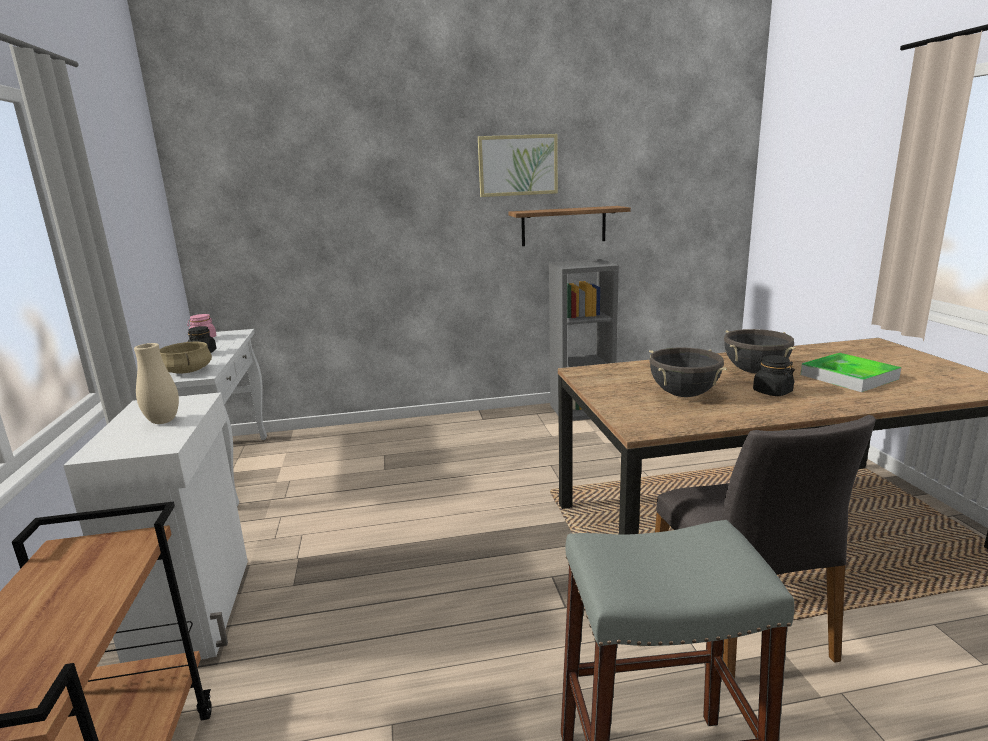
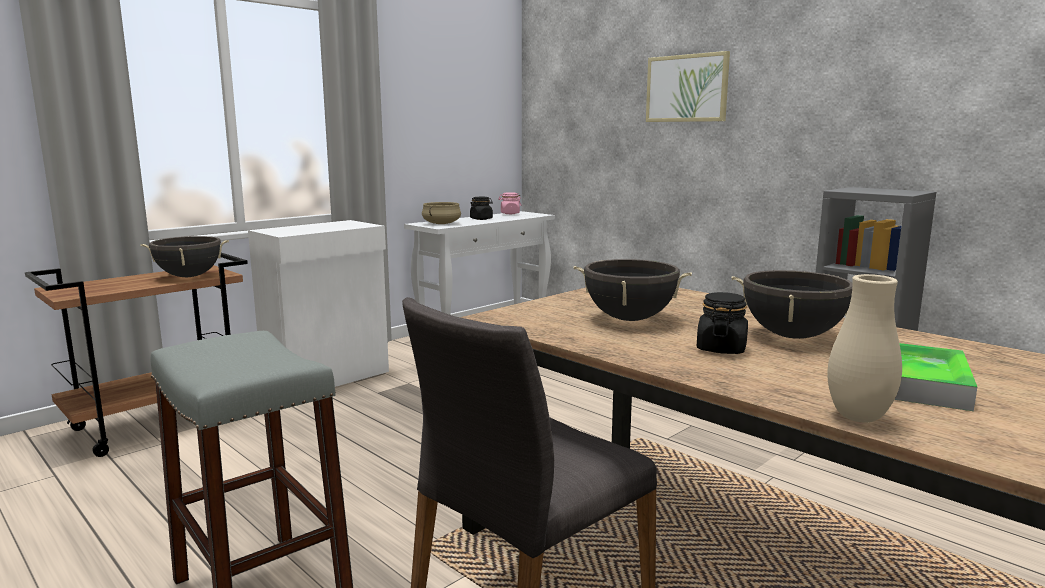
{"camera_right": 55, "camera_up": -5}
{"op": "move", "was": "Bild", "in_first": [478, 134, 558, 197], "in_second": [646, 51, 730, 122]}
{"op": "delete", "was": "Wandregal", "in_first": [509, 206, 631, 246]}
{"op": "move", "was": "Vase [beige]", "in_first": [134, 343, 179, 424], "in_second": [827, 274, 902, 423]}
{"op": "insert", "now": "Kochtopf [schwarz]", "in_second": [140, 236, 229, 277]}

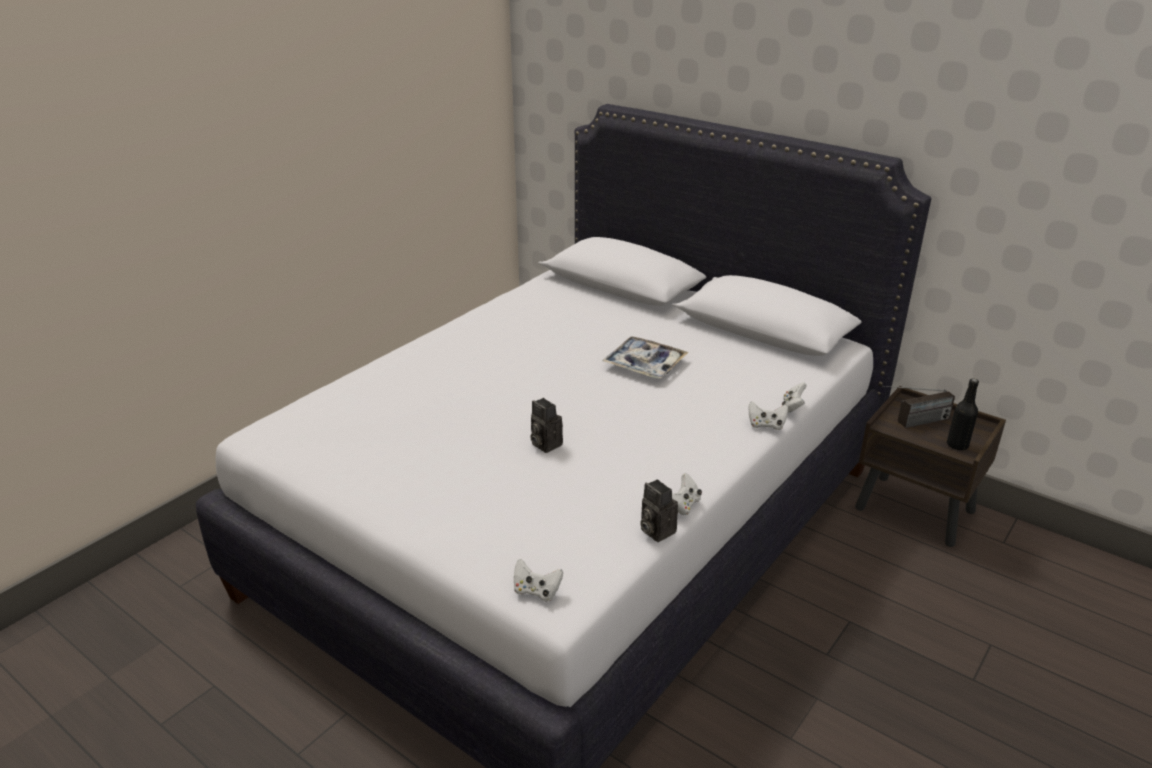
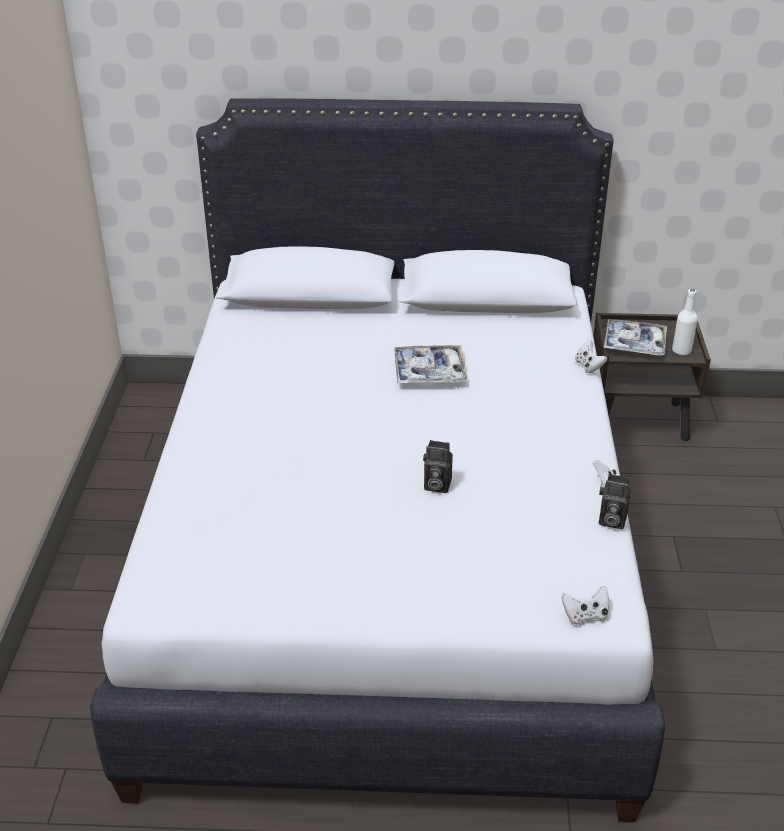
{"camera_right": -35, "camera_up": 5}
{"op": "recolor", "was": "Flasche [schwarz]", "now": "Flasche [weiß]", "in_first": [947, 378, 979, 450], "in_second": [672, 289, 698, 355]}
{"op": "replace", "was": "Radio", "now": "Tablett", "in_first": [882, 386, 955, 428], "in_second": [603, 319, 667, 356]}
{"op": "delete", "was": "Gamepad [weiß]", "in_first": [748, 401, 788, 430]}

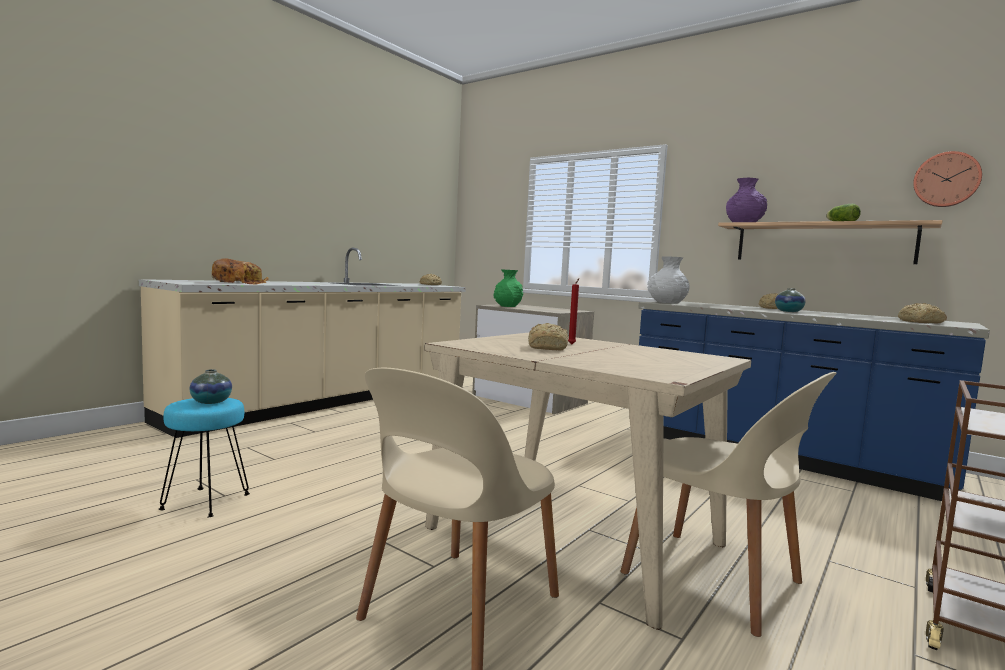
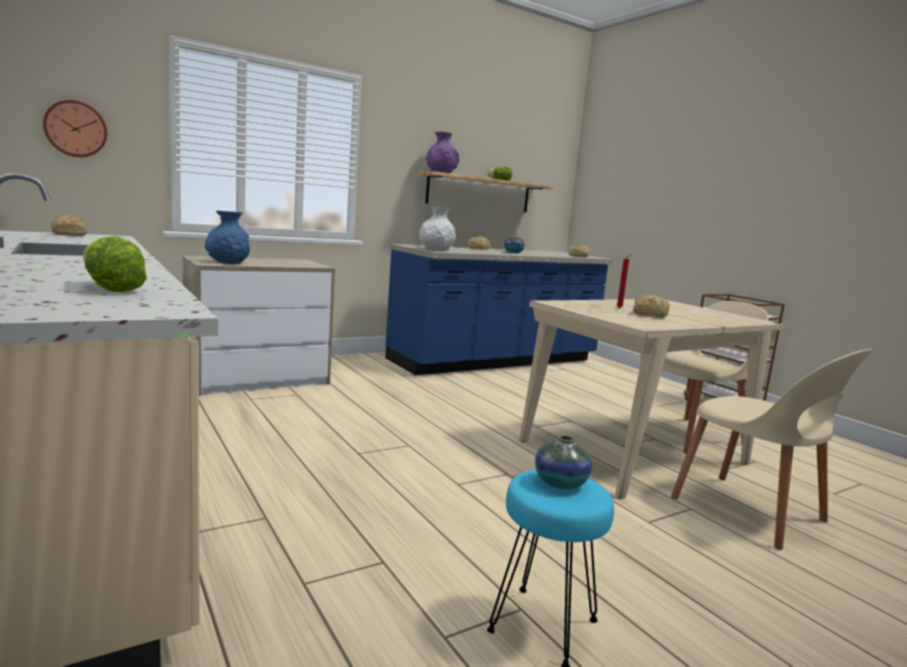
{"camera_right": -70, "camera_up": 5}
{"op": "move", "was": "Wanduhr", "in_first": [913, 151, 982, 207], "in_second": [43, 100, 107, 157]}
{"op": "replace", "was": "Brot", "now": "Salatkopf", "in_first": [212, 258, 269, 285], "in_second": [83, 236, 147, 292]}
{"op": "recolor", "was": "Vase [grün]", "now": "Vase [blau]", "in_first": [493, 269, 523, 307], "in_second": [205, 211, 250, 264]}

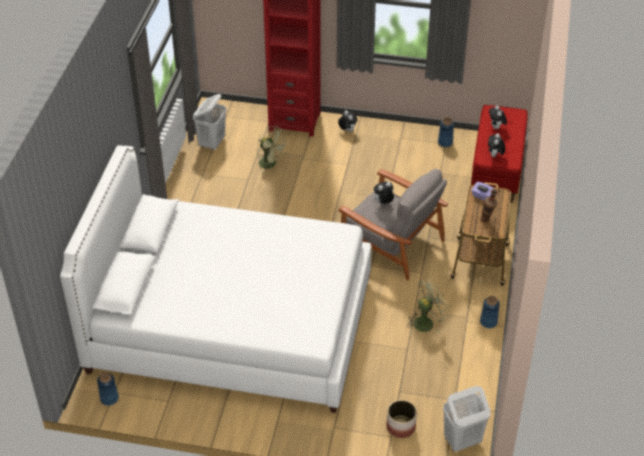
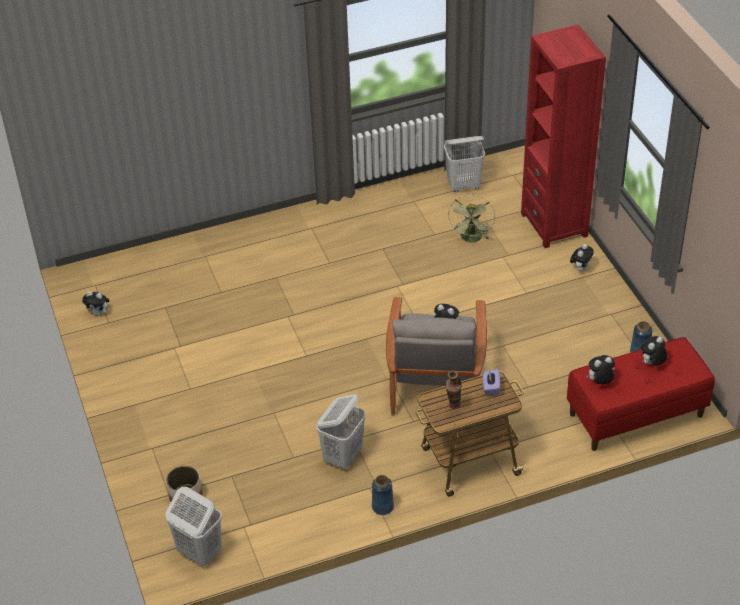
{"camera_right": 60, "camera_up": 0}
{"op": "delete", "was": "Bett [weiß]", "in_first": [60, 145, 372, 413]}
{"op": "replace", "was": "Ventilator [grün]", "now": "Wäschekorb [weiß]", "in_first": [407, 279, 450, 333], "in_second": [317, 394, 365, 469]}
{"op": "delete", "was": "Vase [blau]", "in_first": [97, 372, 119, 406]}
{"op": "insert", "now": "Plüschtier", "in_second": [82, 291, 110, 316]}

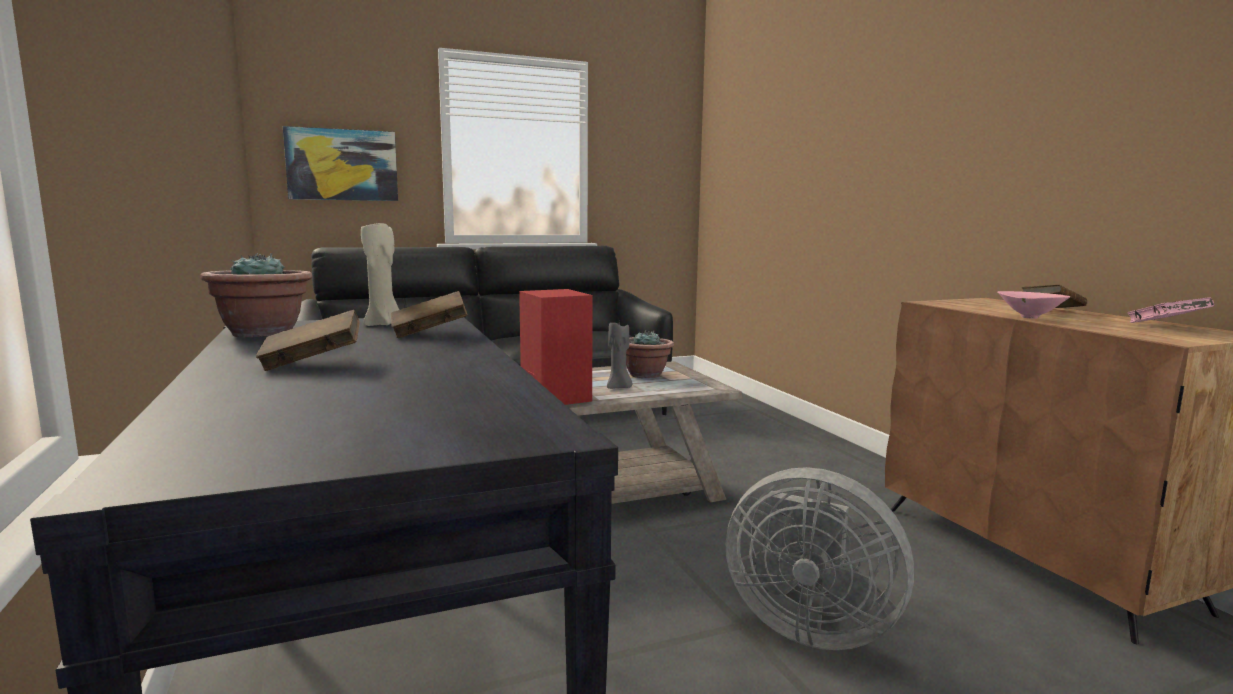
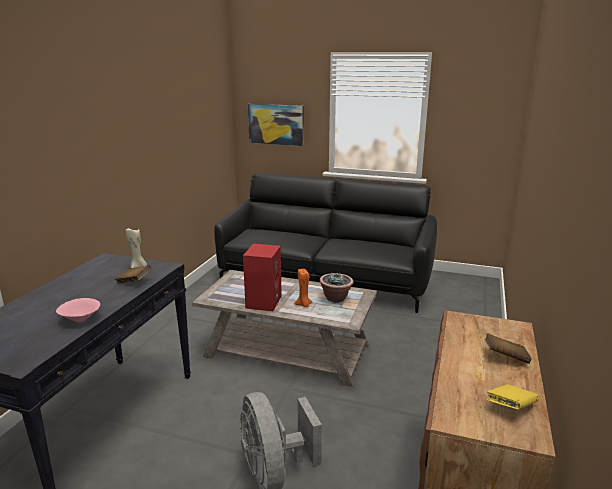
{"camera_right": 40, "camera_up": 10}
{"op": "delete", "was": "Topfpflanze", "in_first": [200, 253, 312, 338]}
{"op": "move", "was": "Schüssel [rosa]", "in_first": [997, 291, 1070, 319], "in_second": [56, 298, 100, 322]}
{"op": "recolor", "was": "Buch [rosa]", "now": "Buch [gelb]", "in_first": [1127, 297, 1214, 323], "in_second": [487, 384, 539, 409]}
{"op": "delete", "was": "Buch [braun]", "in_first": [256, 310, 360, 371]}
{"op": "recolor", "was": "Kerze [grau]", "now": "Kerze [orange]", "in_first": [607, 323, 632, 389], "in_second": [294, 269, 312, 307]}

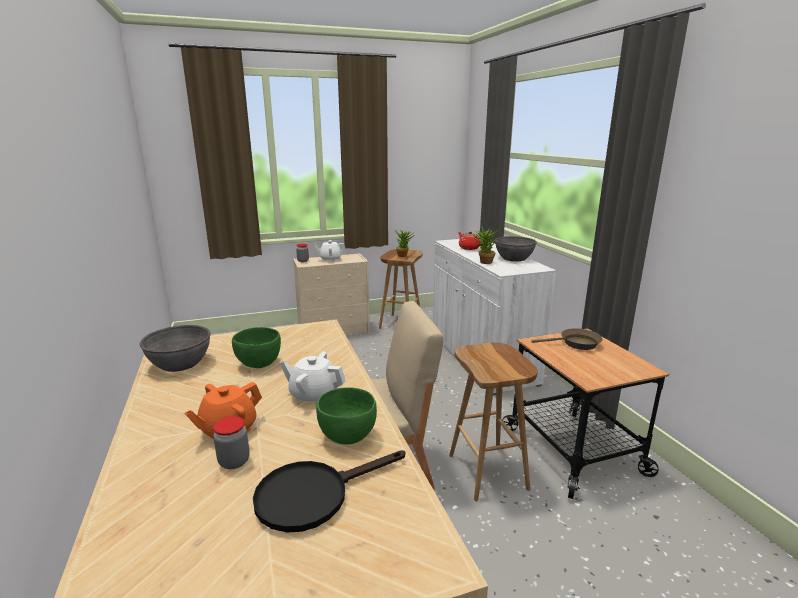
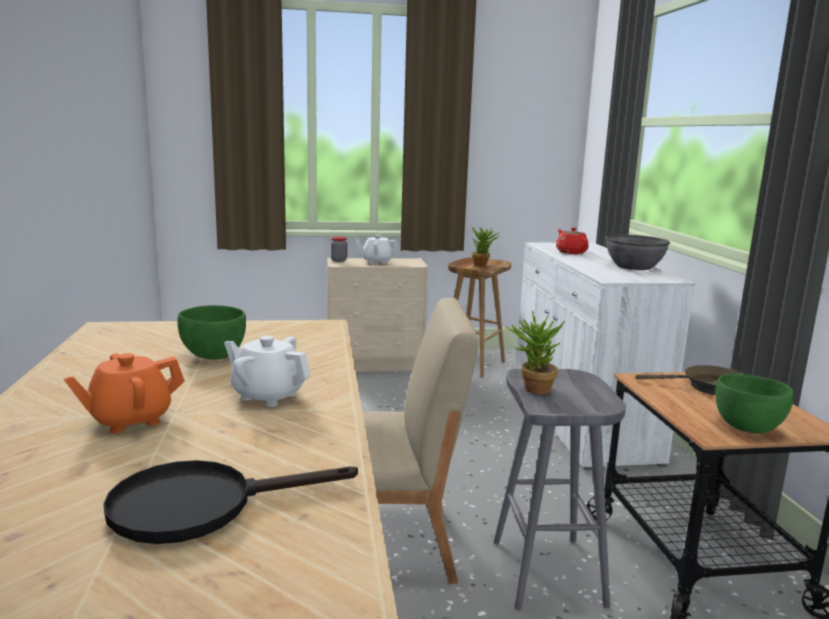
{"camera_right": 10, "camera_up": -5}
{"op": "move", "was": "Topfpflanze", "in_first": [472, 228, 498, 264], "in_second": [505, 310, 565, 394]}
{"op": "delete", "was": "Schüssel [grau]", "in_first": [140, 325, 211, 372]}
{"op": "recolor", "was": "Hocker [braun]", "now": "Hocker [grau]", "in_first": [449, 342, 538, 501], "in_second": [494, 369, 626, 611]}
{"op": "move", "was": "Schüssel [grün]", "in_first": [316, 387, 377, 445], "in_second": [716, 374, 793, 433]}
{"op": "delete", "was": "Vorratsglas", "in_first": [213, 416, 249, 469]}

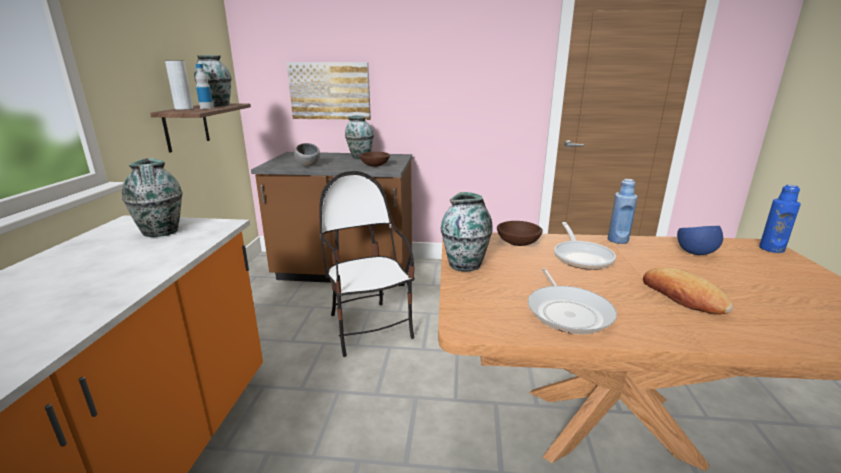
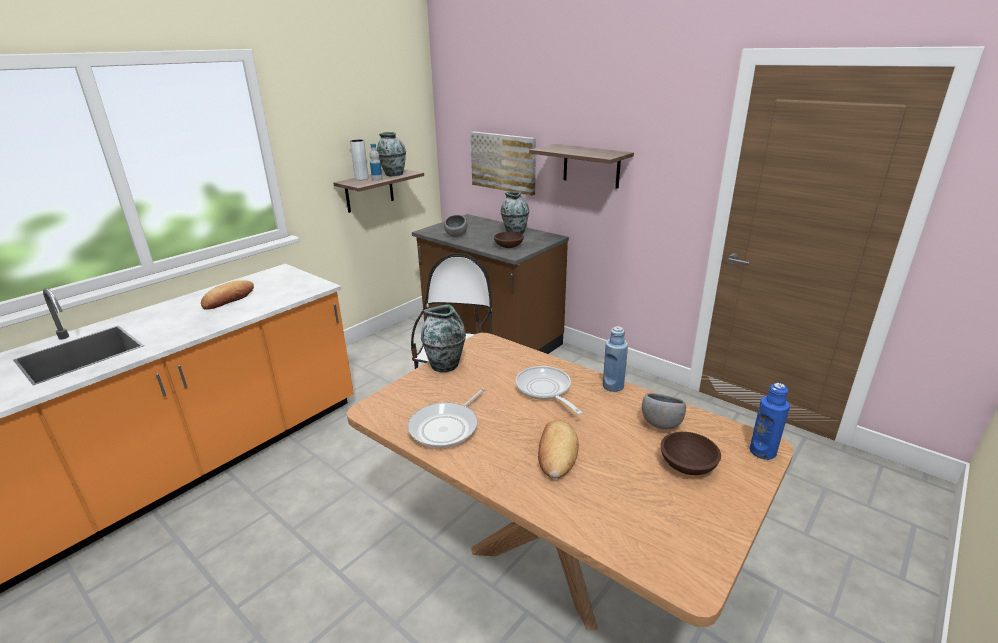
{"camera_right": 35, "camera_up": 5}
{"op": "delete", "was": "Vase", "in_first": [122, 158, 182, 237]}
{"op": "move", "was": "Schüssel [braun]", "in_first": [497, 221, 543, 246], "in_second": [660, 432, 721, 475]}
{"op": "rotate", "was": "Pfanne", "in_first": [554, 222, 616, 270], "in_second": [516, 366, 582, 415], "clockwise": 120}
{"op": "recolor", "was": "Schüssel [blau]", "now": "Schüssel [grau]", "in_first": [677, 226, 723, 255], "in_second": [642, 393, 686, 429]}
{"op": "insert", "now": "Wandregal", "in_second": [529, 144, 634, 189]}
{"op": "insert", "now": "Brot", "in_second": [201, 280, 254, 310]}

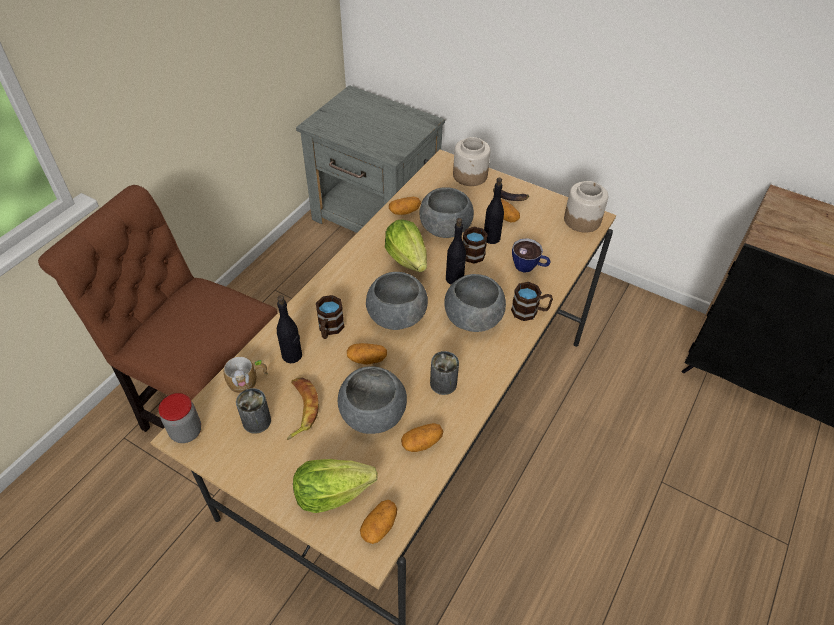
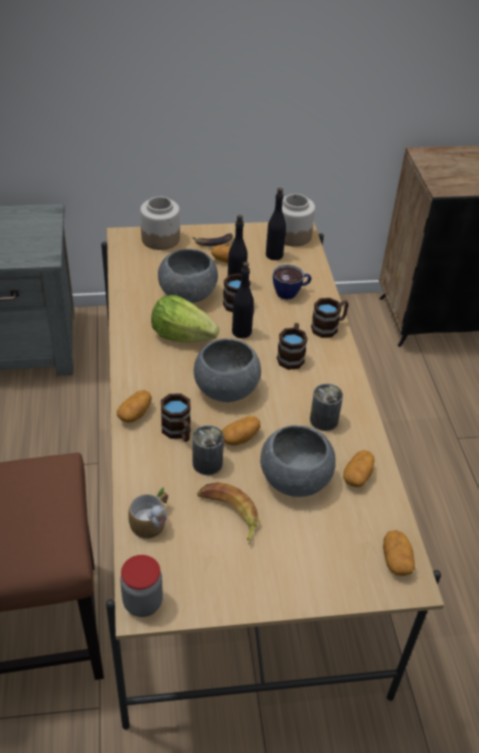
{"camera_right": -40, "camera_up": -5}
{"op": "move", "was": "Kartoffel", "in_first": [389, 197, 421, 215], "in_second": [117, 390, 152, 423]}
{"op": "replace", "was": "Schüssel [grau]", "now": "Henkelbecher [braun]", "in_first": [445, 274, 506, 332], "in_second": [277, 323, 308, 370]}
{"op": "move", "was": "Flasche [schwarz]", "in_first": [277, 295, 302, 363], "in_second": [266, 188, 286, 260]}
{"op": "move", "was": "Dose", "in_first": [236, 388, 271, 434], "in_second": [193, 425, 224, 475]}
{"op": "delete", "was": "Salatkopf", "in_first": [293, 459, 378, 513]}

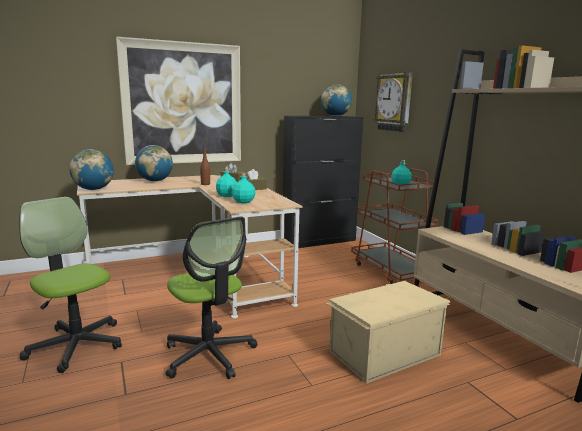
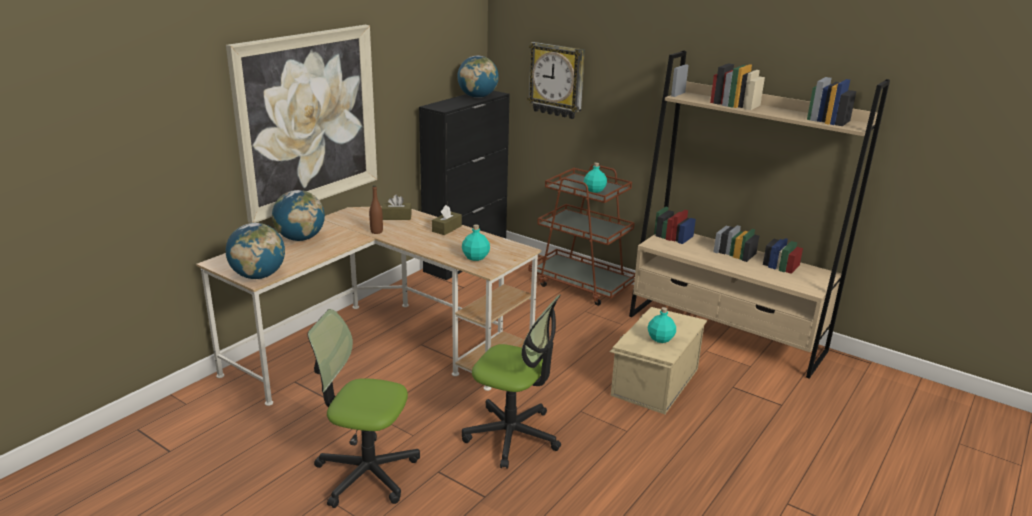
{"camera_right": -30, "camera_up": 10}
{"op": "move", "was": "Flasche [türkis]", "in_first": [216, 168, 237, 197], "in_second": [648, 307, 676, 343]}

